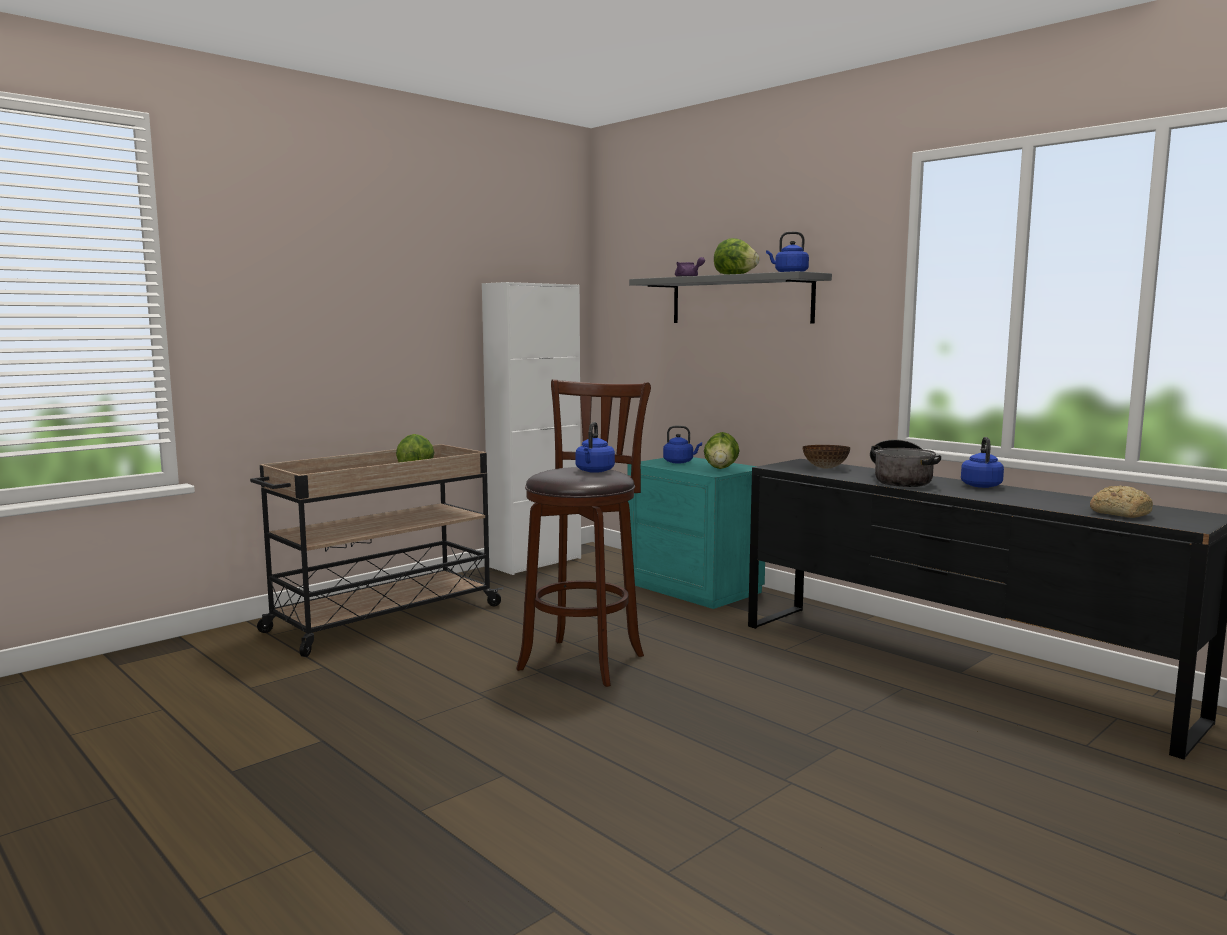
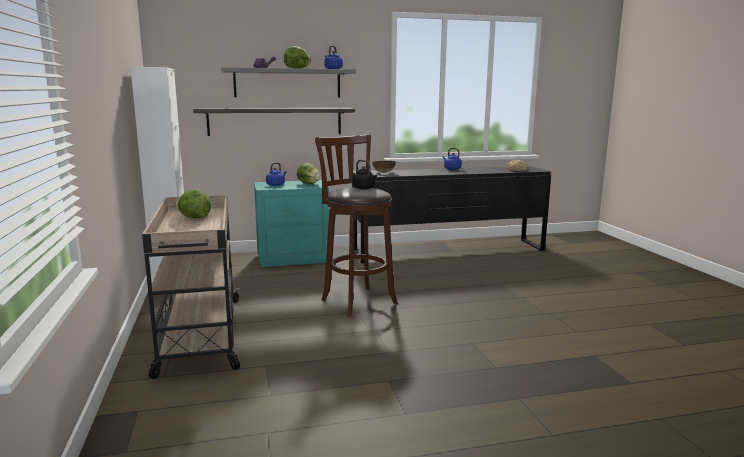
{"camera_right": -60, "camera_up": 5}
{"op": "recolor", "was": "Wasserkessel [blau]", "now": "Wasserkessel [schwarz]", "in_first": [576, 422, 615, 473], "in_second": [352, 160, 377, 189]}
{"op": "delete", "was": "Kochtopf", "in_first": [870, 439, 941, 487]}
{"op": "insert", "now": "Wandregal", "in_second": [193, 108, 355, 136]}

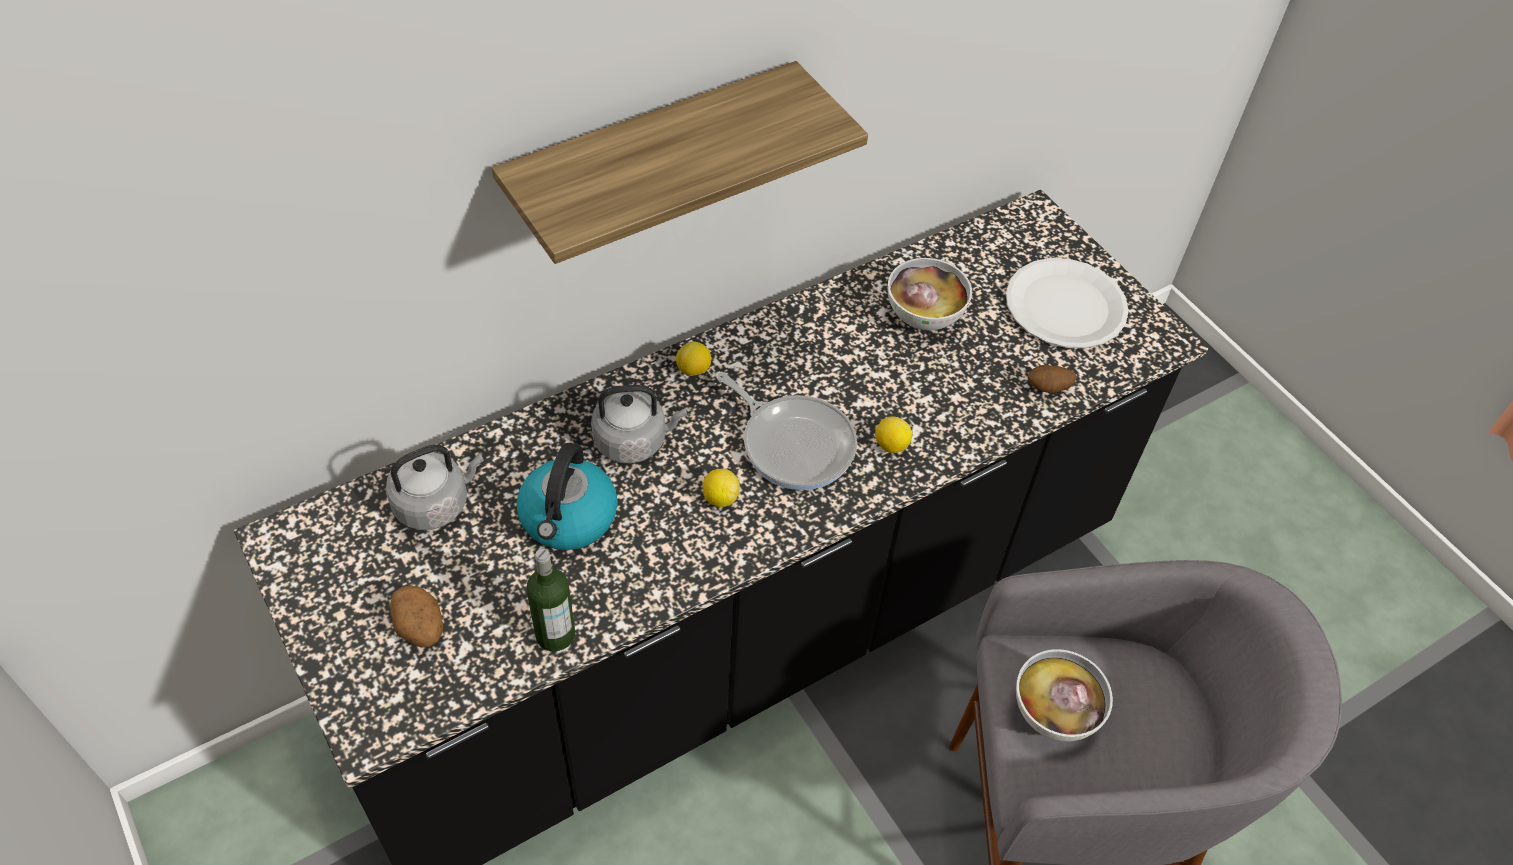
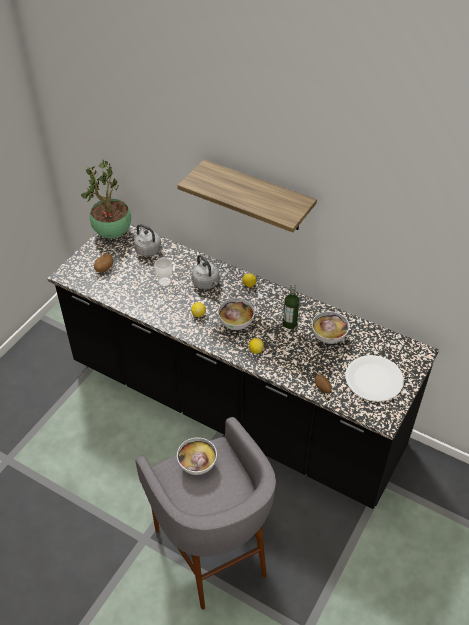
{"camera_right": 65, "camera_up": -5}
{"op": "replace", "was": "Pfanne", "now": "Schüssel", "in_first": [717, 372, 857, 490], "in_second": [218, 298, 255, 330]}
{"op": "replace", "was": "Wasserkessel", "now": "Tasse", "in_first": [517, 443, 618, 550], "in_second": [154, 258, 173, 287]}
{"op": "move", "was": "Flasche", "in_first": [526, 548, 575, 651], "in_second": [283, 284, 299, 329]}
{"op": "insert", "now": "Topfpflanze", "in_second": [81, 160, 131, 238]}

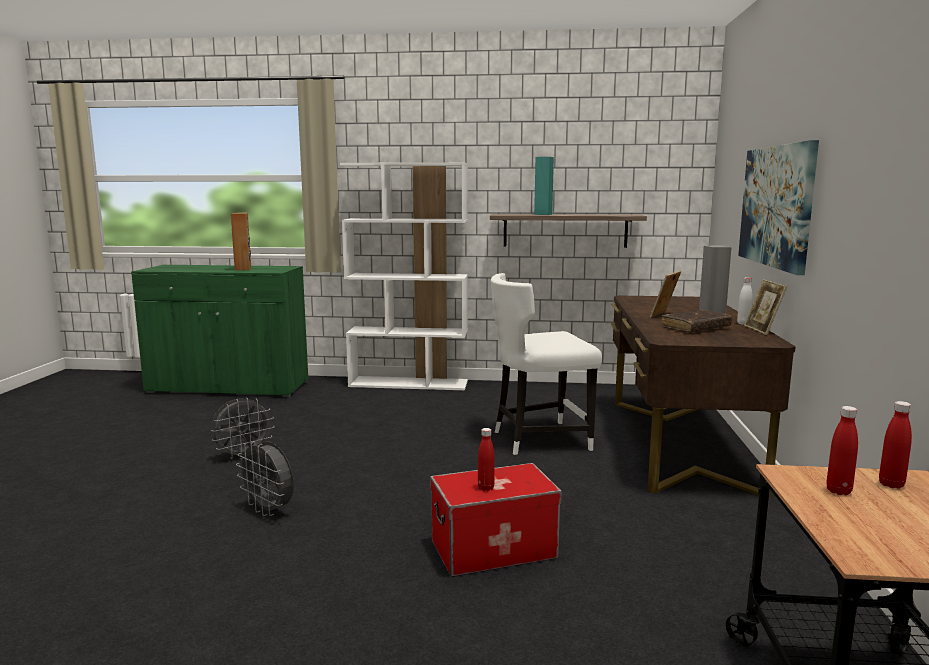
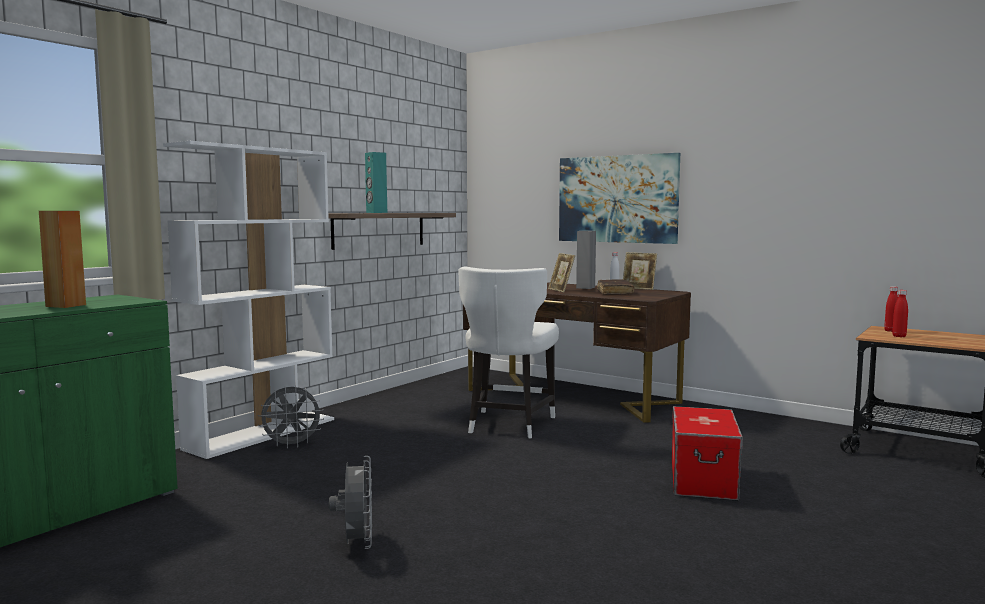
{"camera_right": -60, "camera_up": -5}
{"op": "delete", "was": "Flasche [rot]", "in_first": [478, 428, 495, 491]}
{"op": "move", "was": "Ventilator [grau]", "in_first": [236, 441, 294, 516], "in_second": [258, 385, 324, 449]}

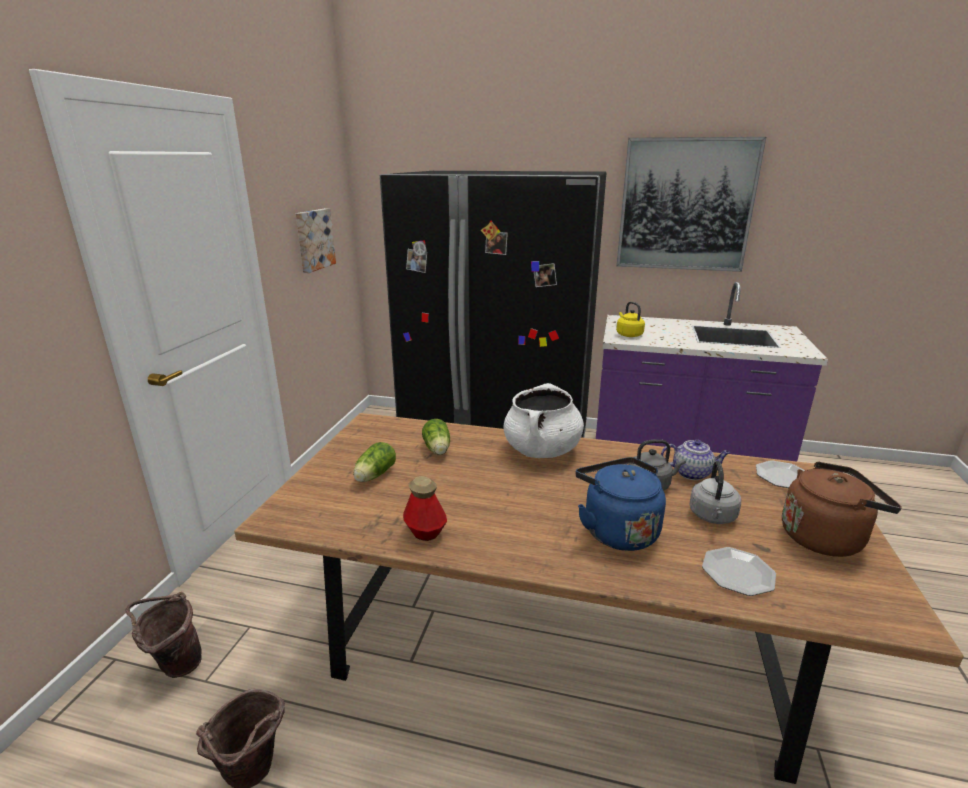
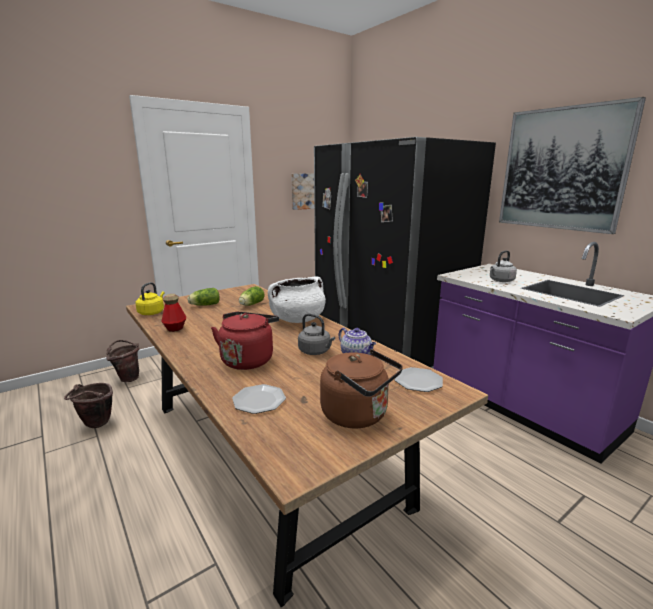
{"camera_right": 40, "camera_up": -5}
{"op": "move", "was": "Wasserkessel [gelb]", "in_first": [616, 302, 645, 337], "in_second": [135, 282, 165, 315]}
{"op": "recolor", "was": "Wasserkessel [blau]", "now": "Wasserkessel [rot]", "in_first": [576, 457, 666, 551], "in_second": [211, 312, 279, 370]}
{"op": "move", "was": "Wasserkessel [grau]", "in_first": [689, 461, 741, 524], "in_second": [490, 250, 517, 282]}

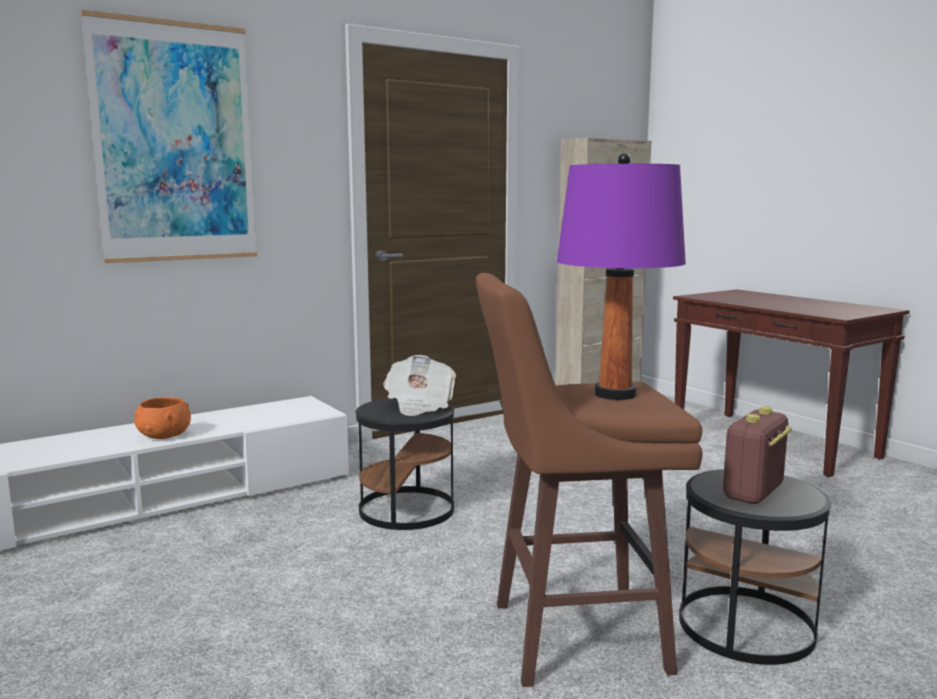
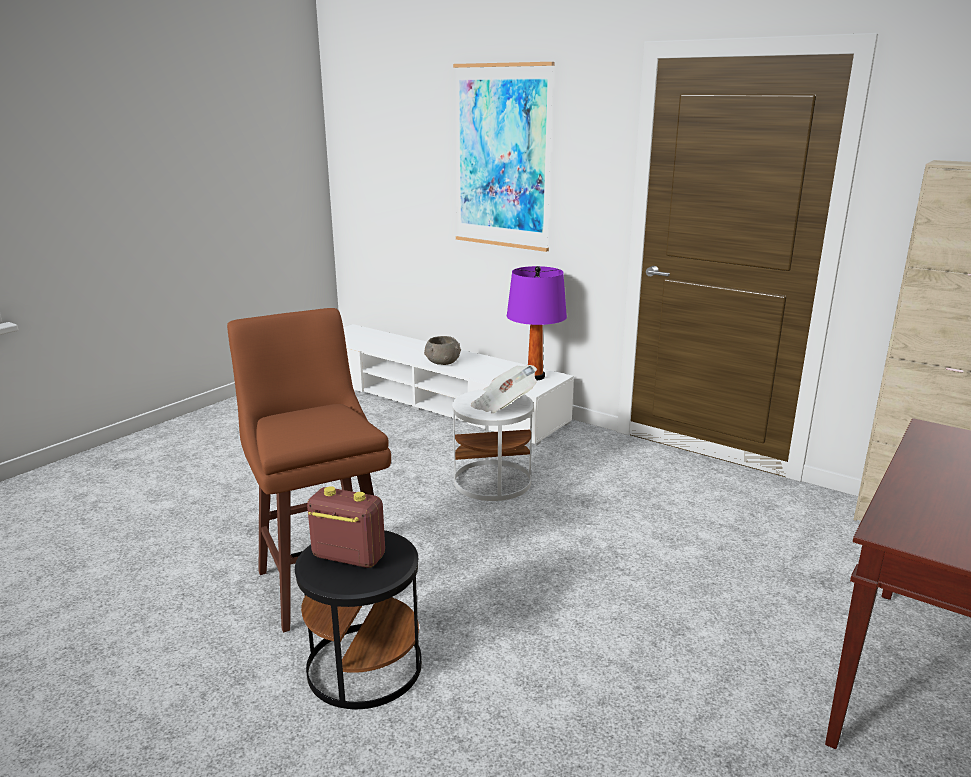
{"camera_right": 70, "camera_up": 10}
{"op": "move", "was": "Tischlampe [lila]", "in_first": [557, 153, 686, 400], "in_second": [506, 266, 567, 380]}
{"op": "recolor", "was": "Schüssel [orange]", "now": "Schüssel [grau]", "in_first": [134, 397, 191, 439], "in_second": [424, 336, 461, 365]}
{"op": "recolor", "was": "Beistelltisch [schwarz]", "now": "Beistelltisch [weiß]", "in_first": [355, 398, 454, 530], "in_second": [452, 389, 534, 501]}

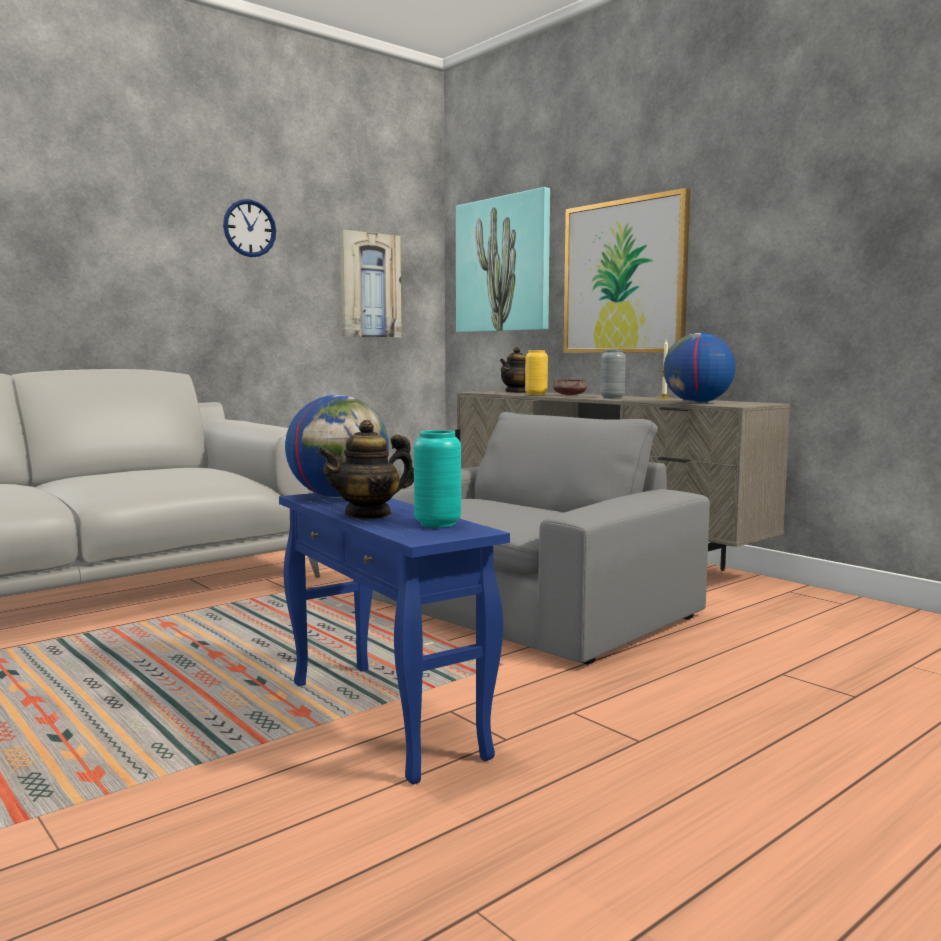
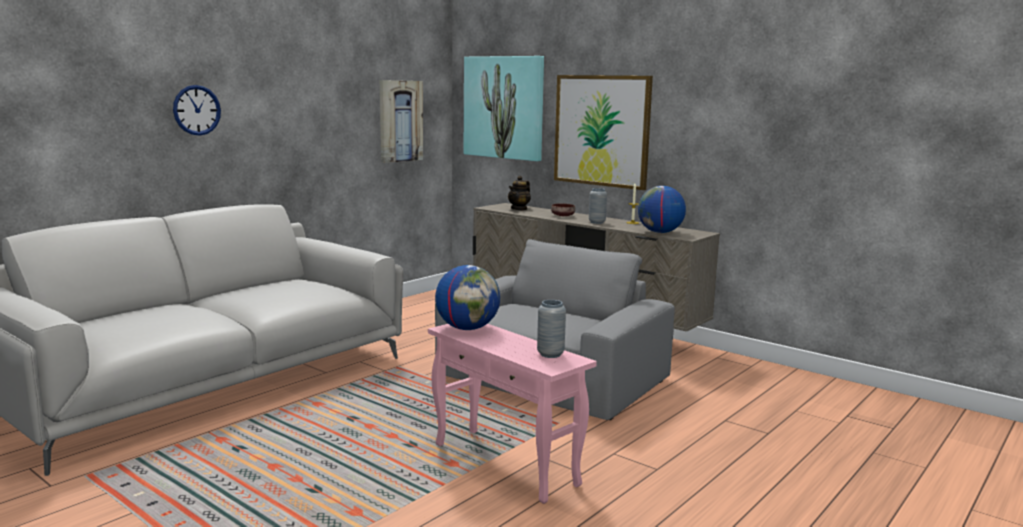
{"camera_right": -10, "camera_up": 5}
{"op": "move", "was": "Wanduhr", "in_first": [223, 199, 276, 257], "in_second": [173, 85, 221, 136]}
{"op": "delete", "was": "Vase [gelb]", "in_first": [525, 350, 548, 395]}
{"op": "delete", "was": "Teekanne", "in_first": [317, 420, 414, 519]}
{"op": "recolor", "was": "Vase [türkis]", "now": "Vase [grau]", "in_first": [414, 430, 461, 528], "in_second": [537, 300, 566, 358]}
{"op": "recolor", "was": "Beistelltisch [blau]", "now": "Beistelltisch [rosa]", "in_first": [279, 493, 510, 785], "in_second": [428, 324, 597, 504]}

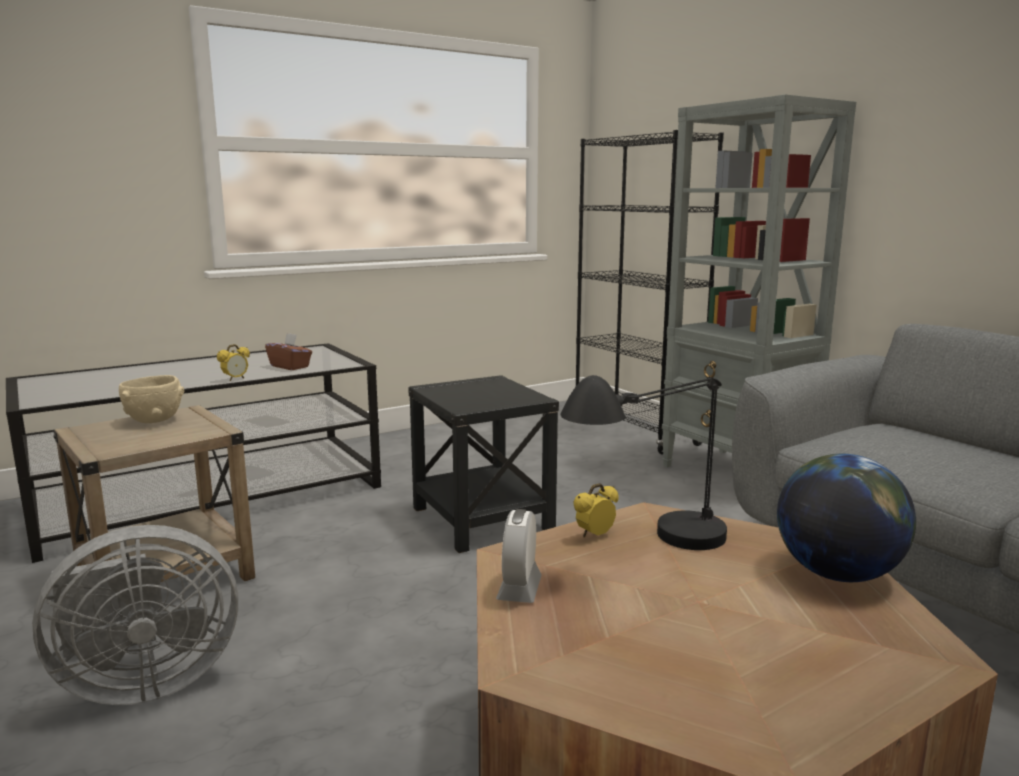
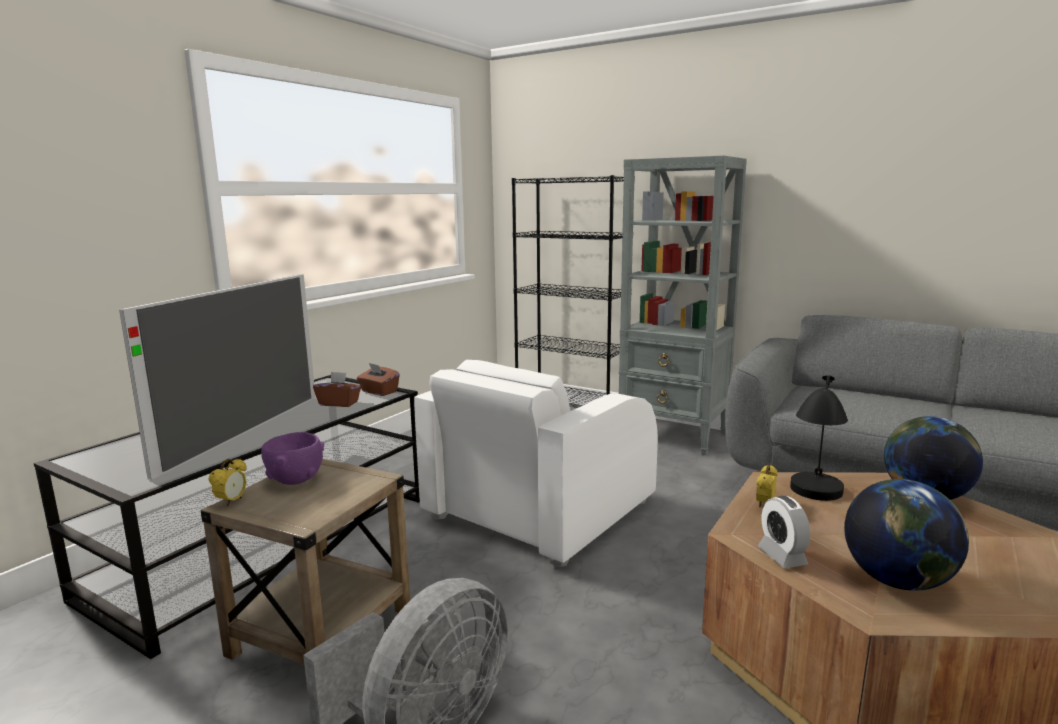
{"camera_right": -25, "camera_up": 0}
{"op": "move", "was": "Wecker", "in_first": [217, 344, 250, 381], "in_second": [209, 458, 247, 506]}
{"op": "recolor", "was": "Schüssel [beige]", "now": "Schüssel [lila]", "in_first": [119, 375, 184, 423], "in_second": [261, 432, 324, 485]}
{"op": "replace", "was": "Beistelltisch [schwarz]", "now": "Sessel [weiß]", "in_first": [408, 375, 559, 553], "in_second": [414, 360, 658, 567]}
{"op": "insert", "now": "Fernseher", "in_second": [119, 274, 316, 480]}
{"op": "insert", "now": "Taschentuchbox [braun]", "in_second": [357, 363, 400, 396]}
{"op": "insert", "now": "Globus", "in_second": [844, 479, 969, 591]}

